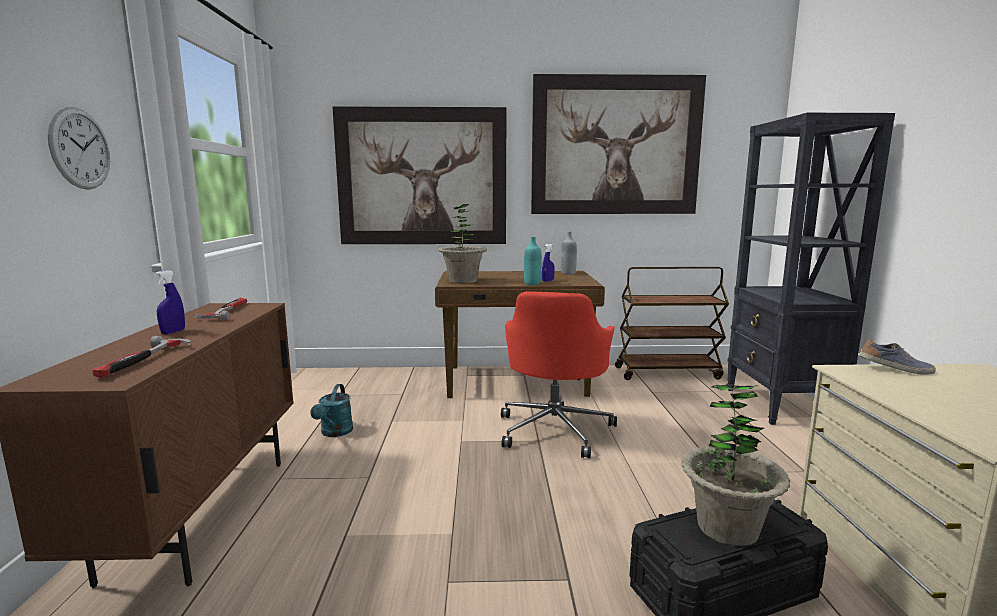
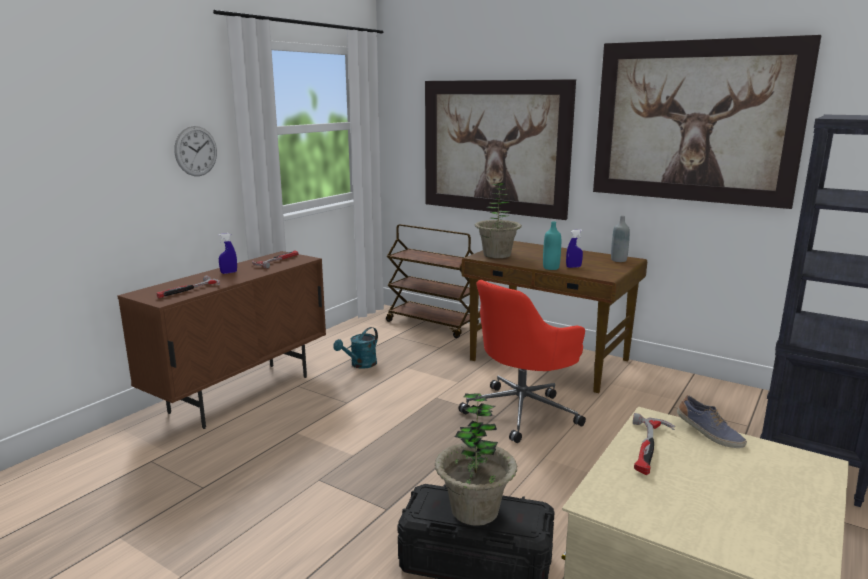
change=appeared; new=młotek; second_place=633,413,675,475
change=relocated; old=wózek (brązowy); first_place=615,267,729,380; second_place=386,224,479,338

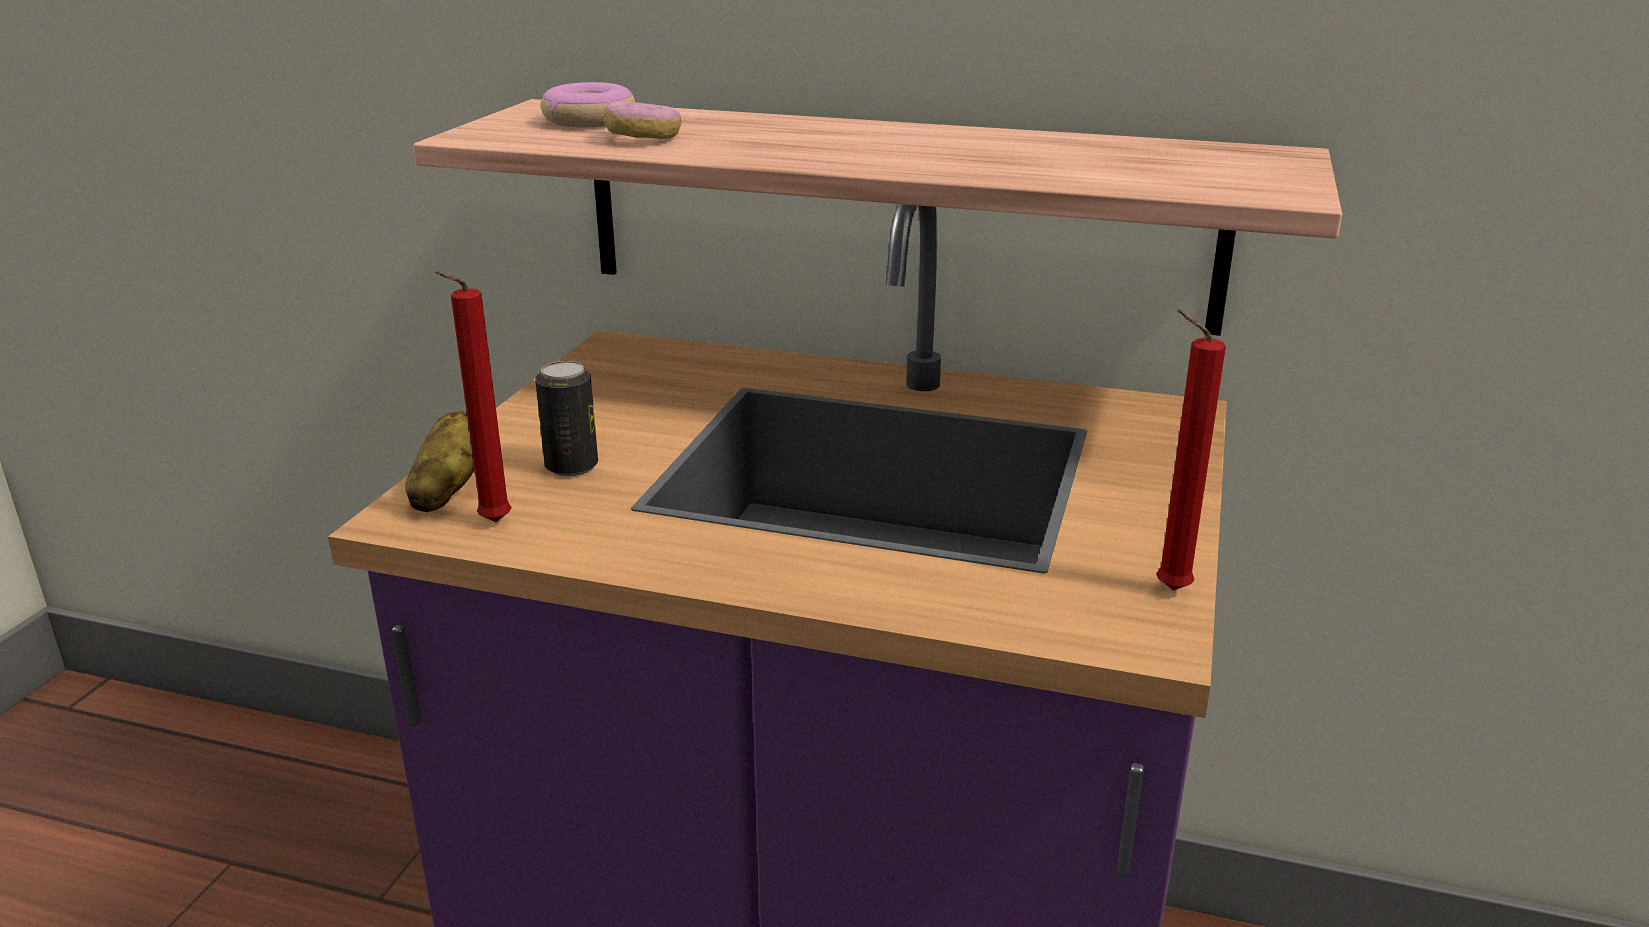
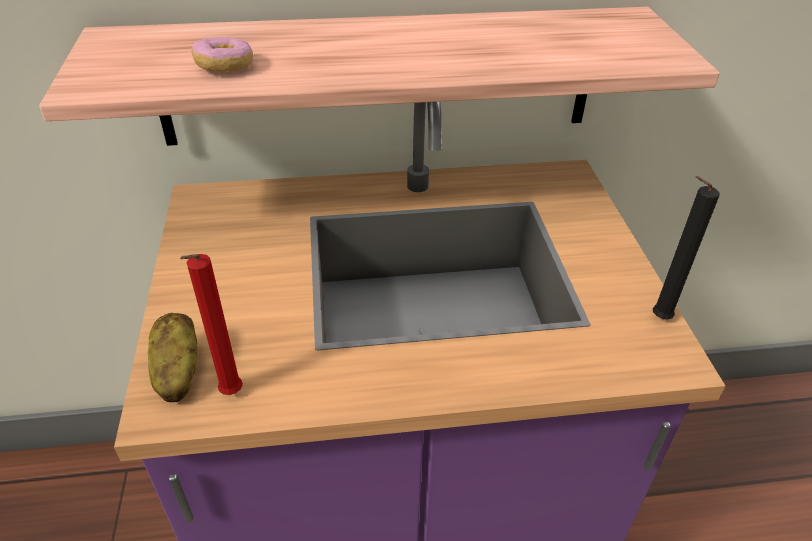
change=missing; old=puszka; first_place=535,361,598,476
change=missing; old=donut; first_place=541,82,635,127
change=colour; old=świeca (czerwony); new=świeca (czarny); first_place=1156,310,1226,591; second_place=653,176,720,320

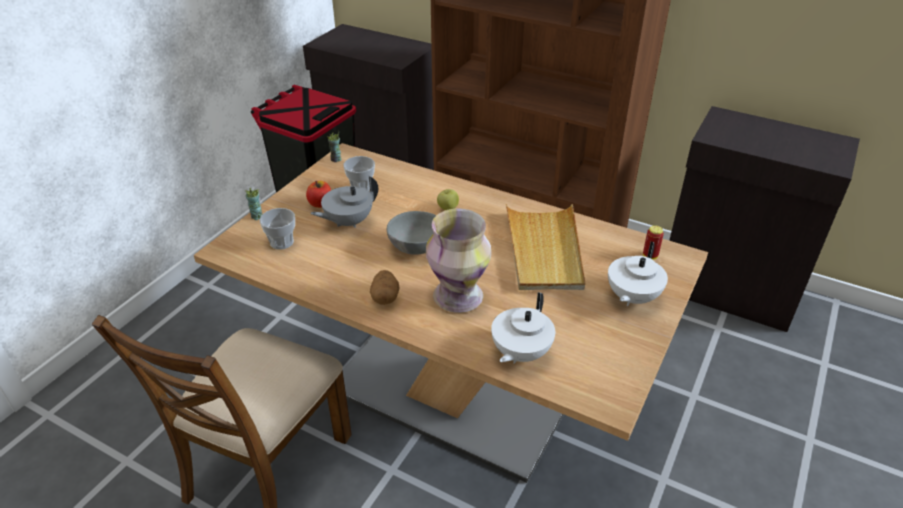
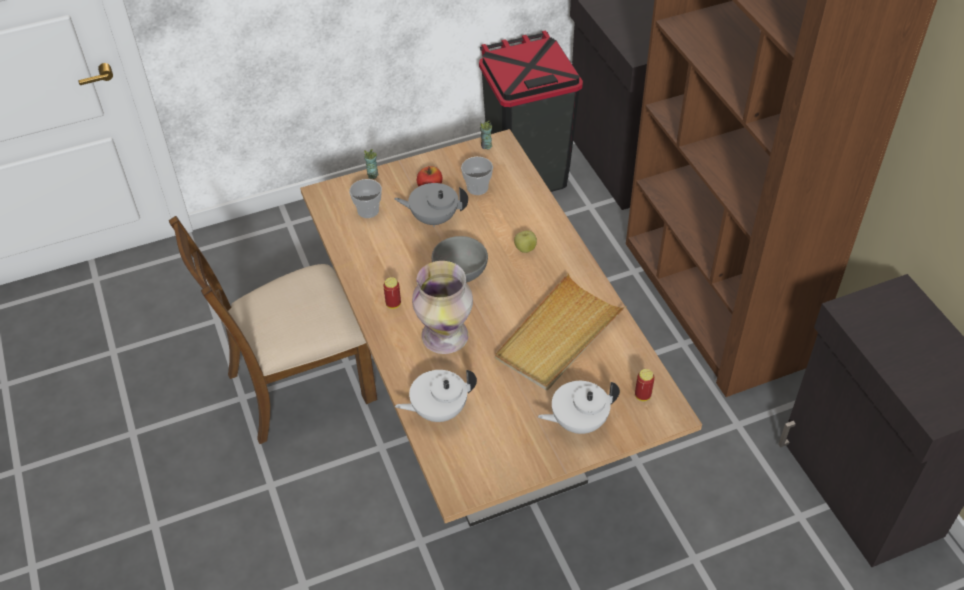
change=exchanged; old=ziemniak; new=puszka; first_place=370,270,400,305; second_place=383,277,401,309

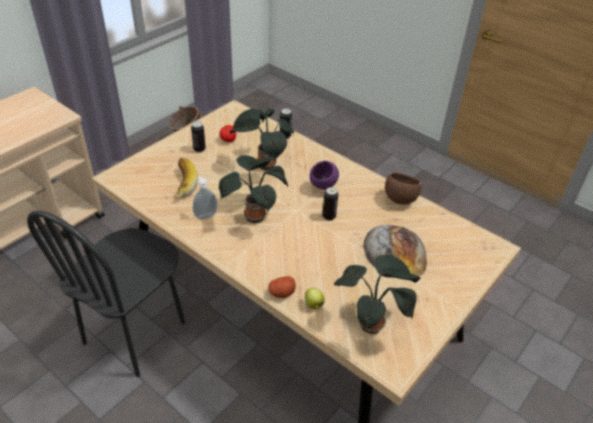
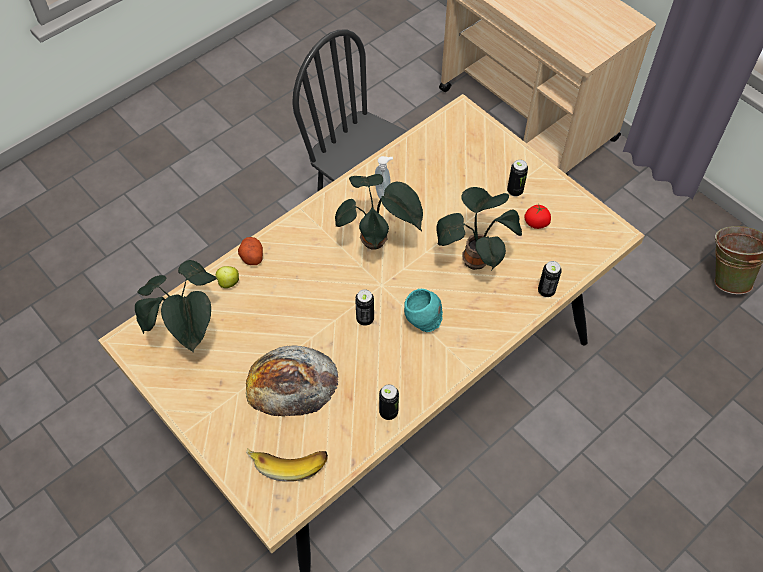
change=relocated; old=banan; first_place=176,158,198,197; second_place=246,448,328,482
change=exchanged; old=miska (brązowy); new=puszka; first_place=385,173,422,205; second_place=379,384,399,420
change=colour; old=miska (fioletowy); new=miska (turkusowy); first_place=310,161,339,190; second_place=404,289,443,332

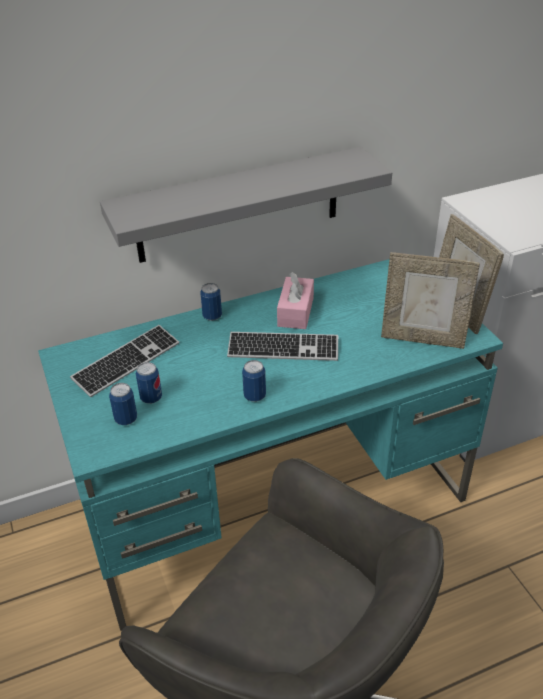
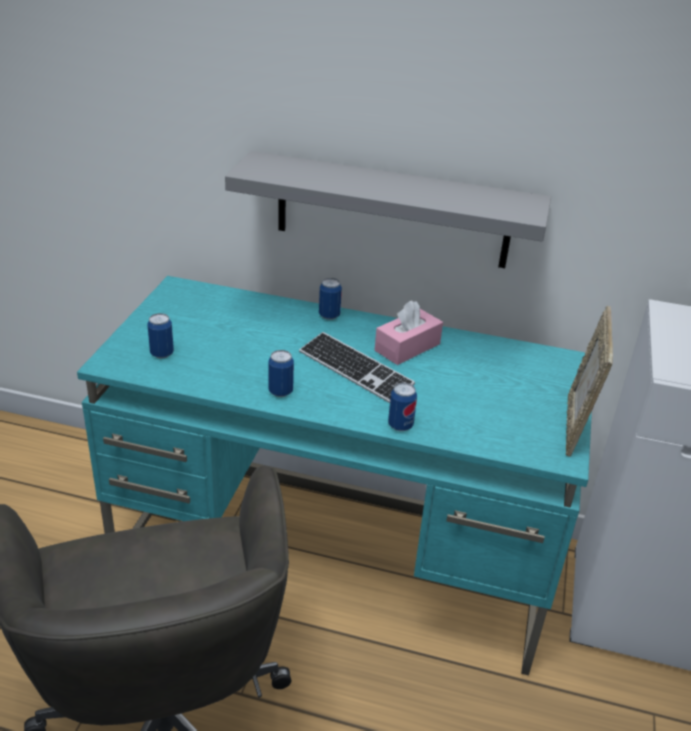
change=missing; old=klawiatura; first_place=70,325,179,397
change=missing; old=ramka na zdjęcie; first_place=381,252,480,349
change=relocated; old=puszka; first_place=136,362,162,404; second_place=388,383,417,431

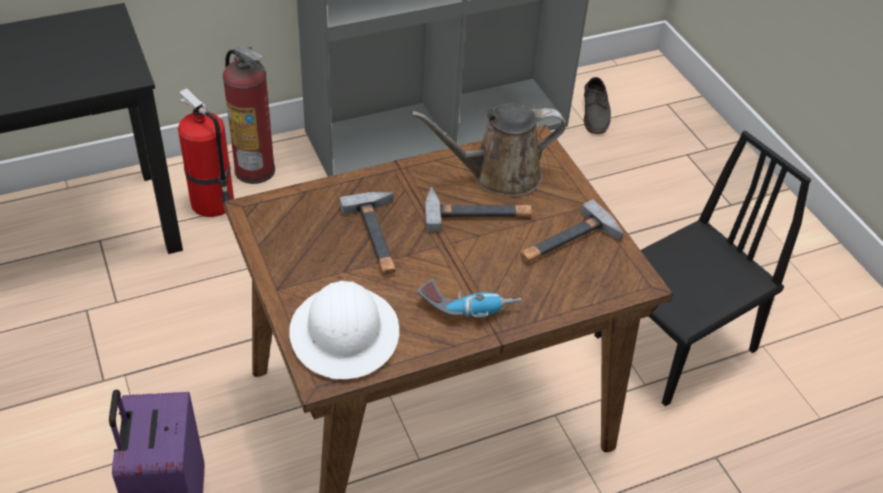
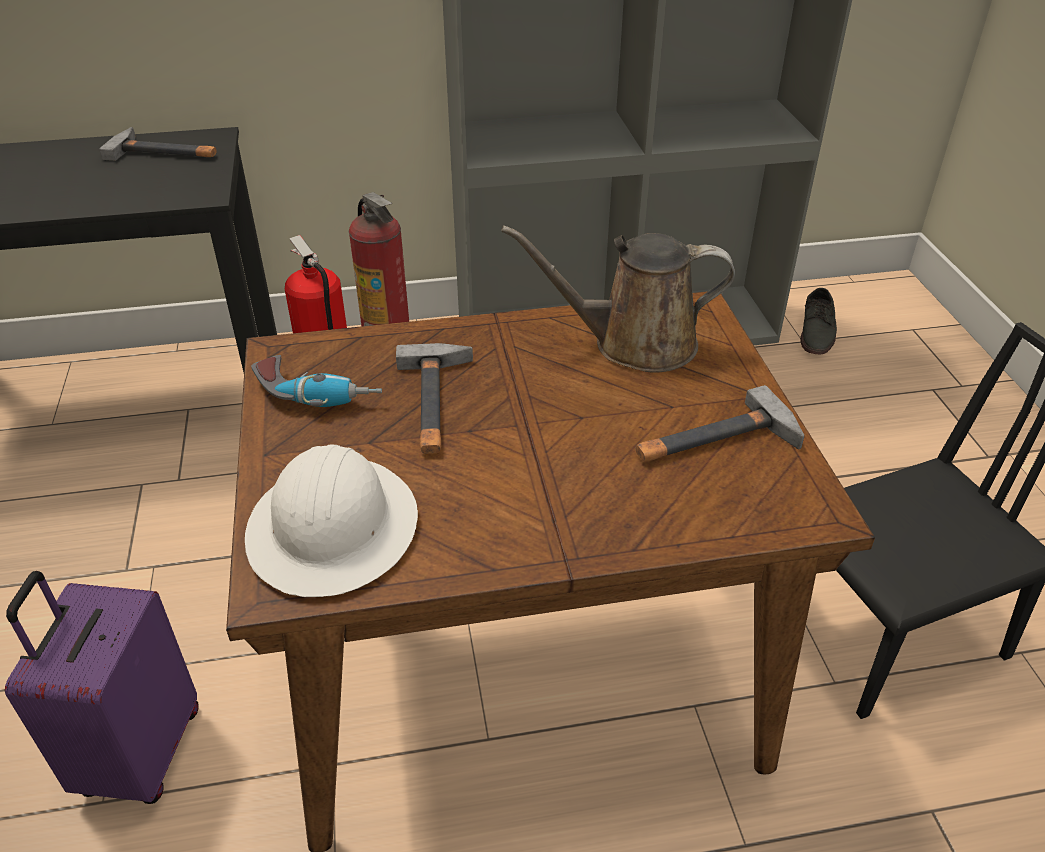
change=relocated; old=wiertarka; first_place=417,279,522,319; second_place=251,355,382,407
change=relocated; old=młotek; first_place=425,187,532,232; second_place=99,127,217,161

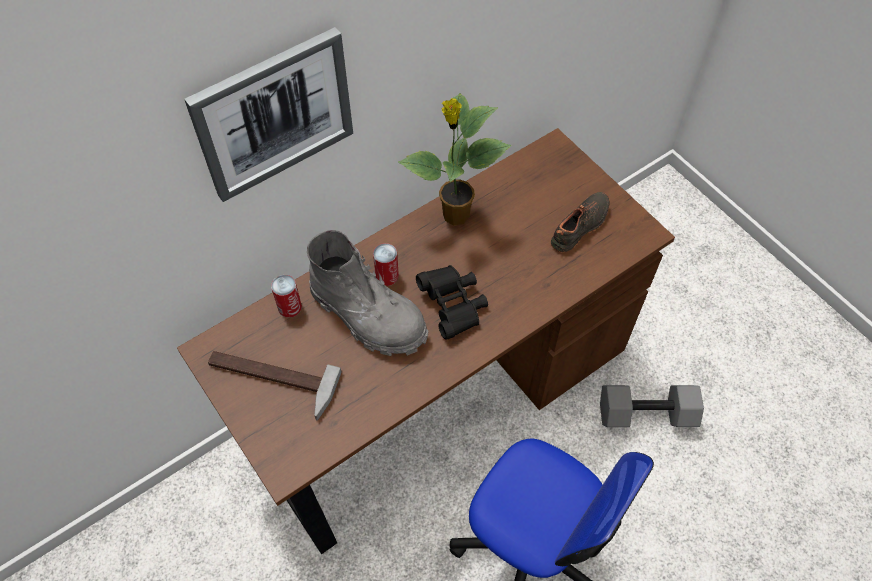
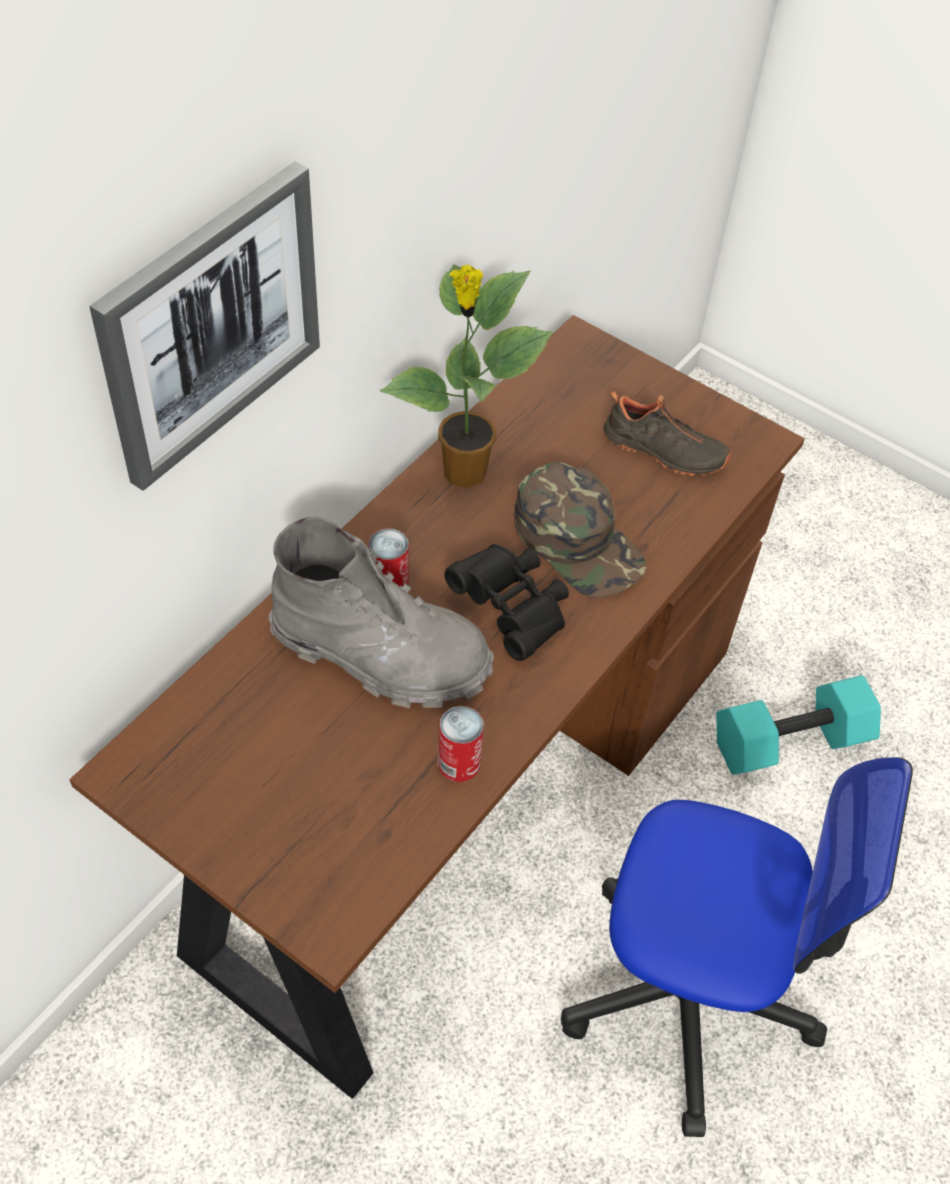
change=missing; old=młotek; first_place=208,351,341,420
change=appeared; new=czapka z daszkiem (zielony); second_place=514,462,647,598
change=relocated; old=puszka; first_place=271,275,302,318; second_place=438,706,484,782
change=colour; old=hantel (szary); new=hantel (turkusowy); first_place=600,385,704,427; second_place=716,675,881,775
change=spun; old=but (czarny); first_place=551,192,609,252; second_place=604,391,731,476; degrees=90

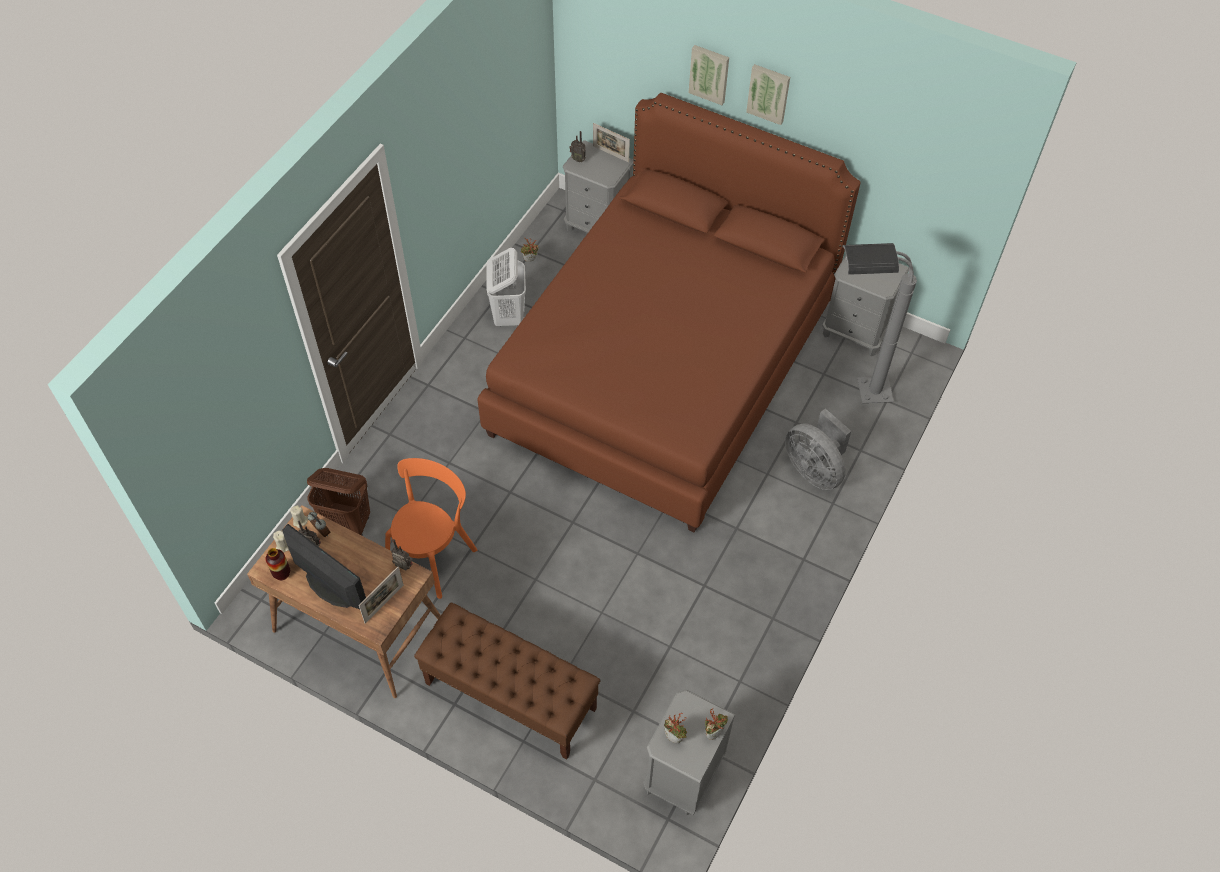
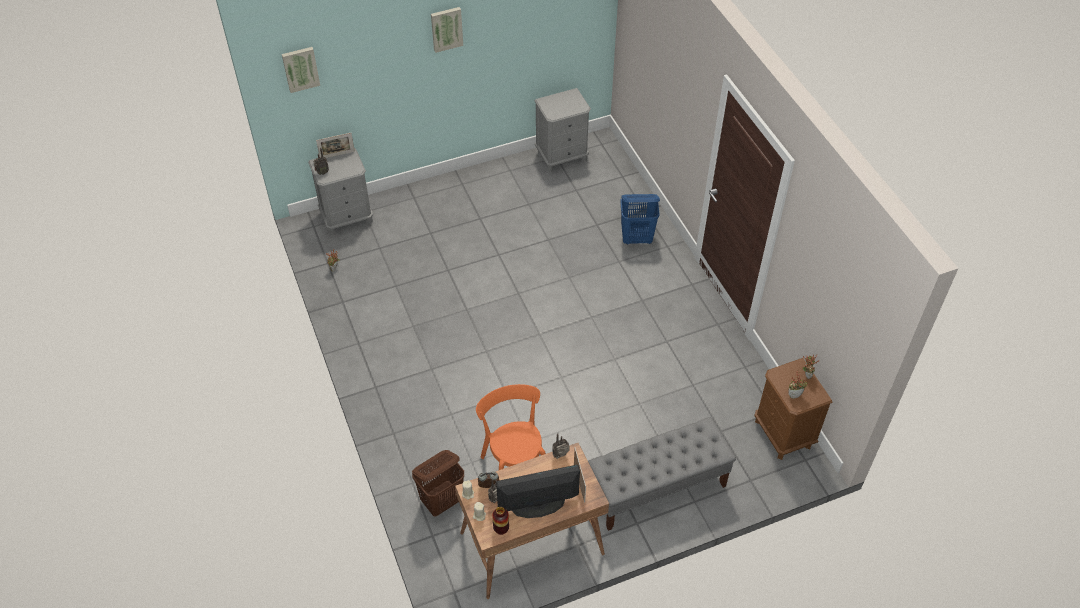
change=missing; old=łóżko (brązowy); first_place=477,93,861,533
change=missing; old=kosz na pranie (biały); first_place=486,248,526,326
change=missing; old=lampa stojąca (szary); first_place=842,243,917,403
change=relocated; old=obraz; first_place=689,45,729,105; second_place=282,47,320,93
change=exchanged; old=wentylator (szary); new=kosz na pranie (niebieski); first_place=785,408,851,490; second_place=620,194,660,245
change=colour; old=ławka (brązowy); new=ławka (szary); first_place=414,602,601,760; second_place=588,417,736,531
change=colour; old=szafka nocna (szary); new=szafka nocna (brązowy); first_place=643,690,735,815; second_place=754,358,832,460

